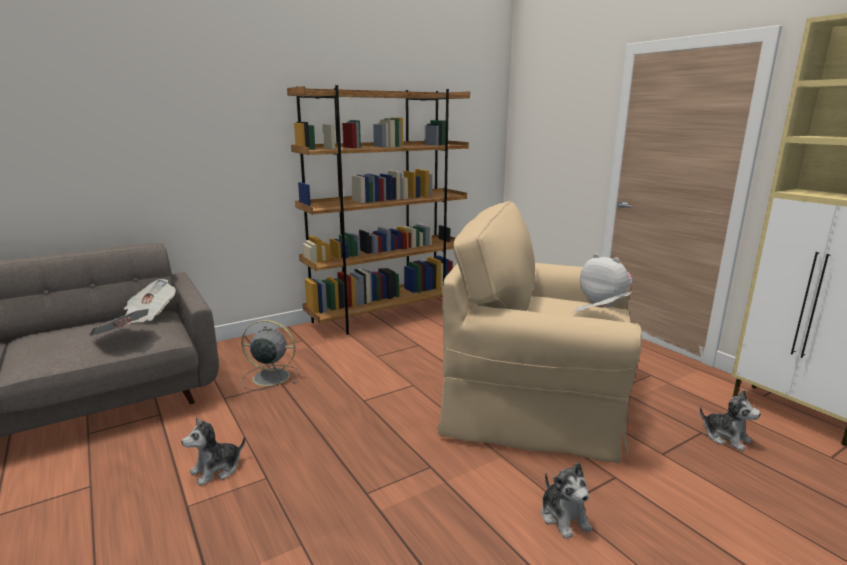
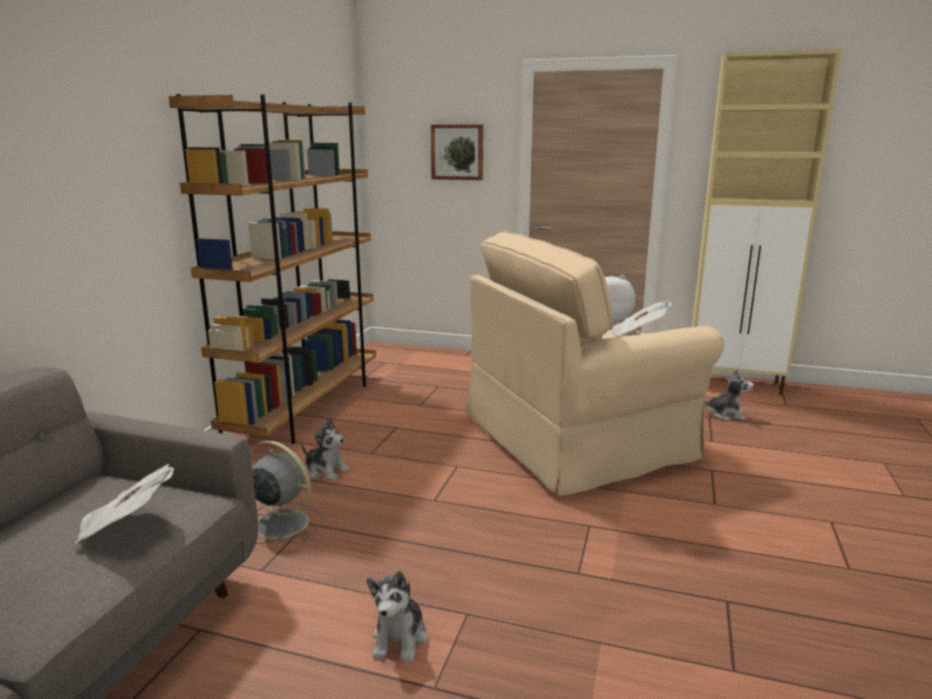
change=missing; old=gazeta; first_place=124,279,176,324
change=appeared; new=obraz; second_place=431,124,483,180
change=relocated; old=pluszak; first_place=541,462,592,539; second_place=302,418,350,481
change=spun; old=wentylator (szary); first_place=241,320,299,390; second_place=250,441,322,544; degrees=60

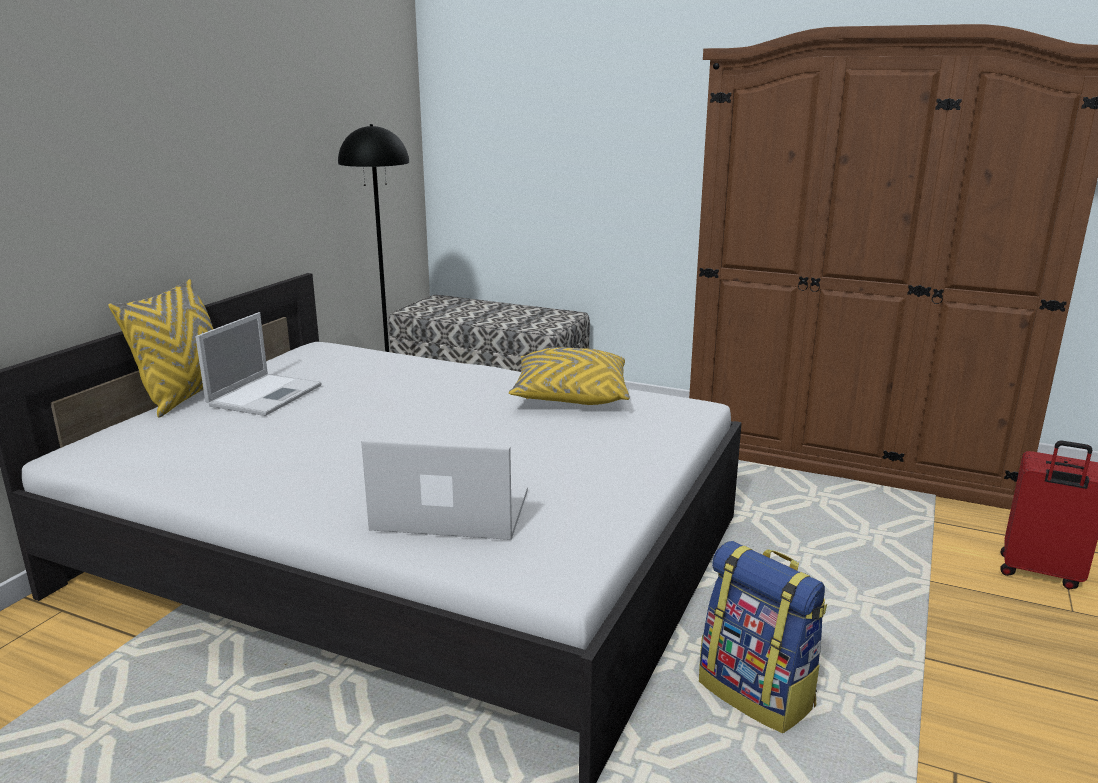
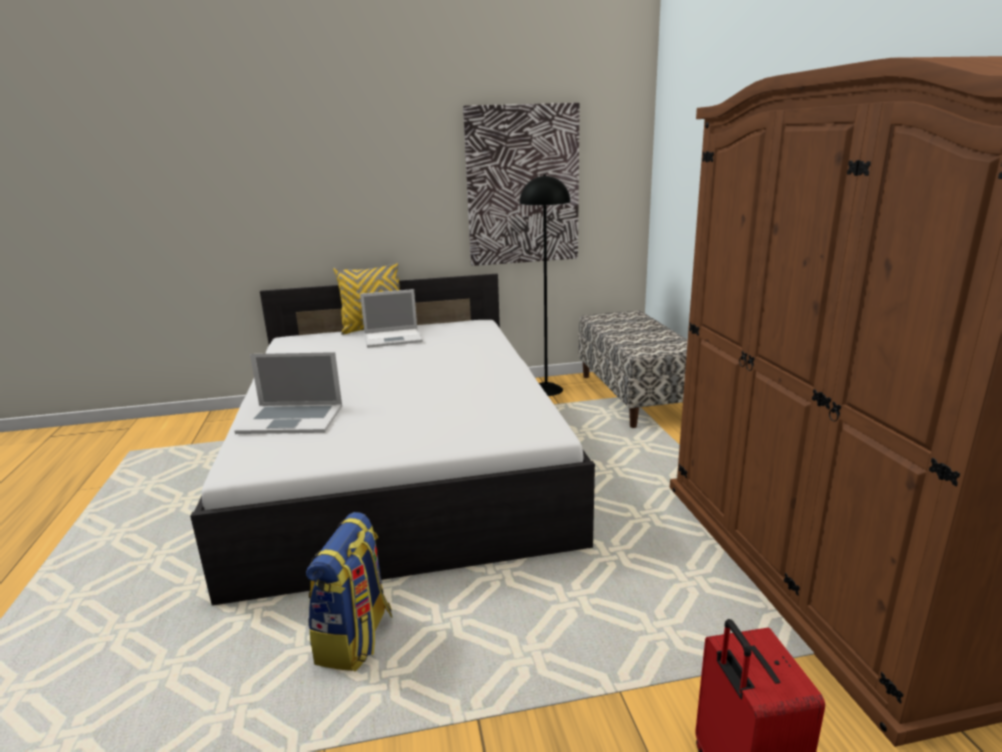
change=missing; old=poduszka (żółty); first_place=509,348,630,405
change=appeared; new=obraz; second_place=463,103,580,266
change=spun; old=laptop; first_place=361,438,528,540; second_place=234,352,342,434; degrees=120

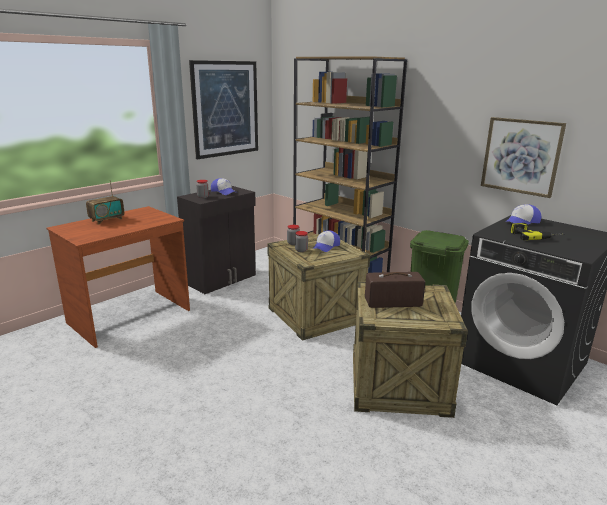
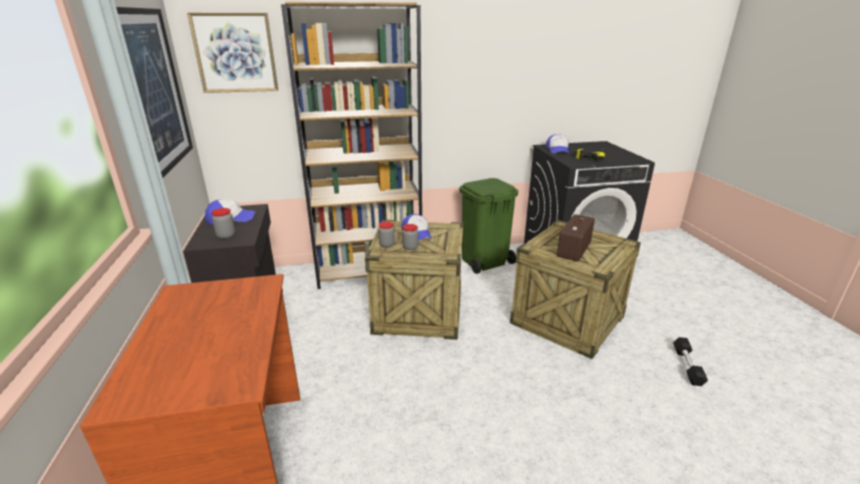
change=missing; old=radio; first_place=86,180,124,225
change=appeared; new=hantel (czarny); second_place=673,337,708,386
change=relocated; old=obraz; first_place=481,117,566,198; second_place=187,13,278,93

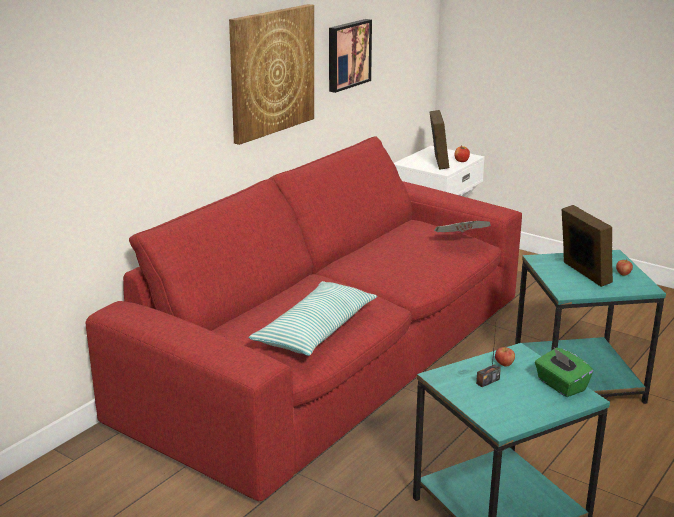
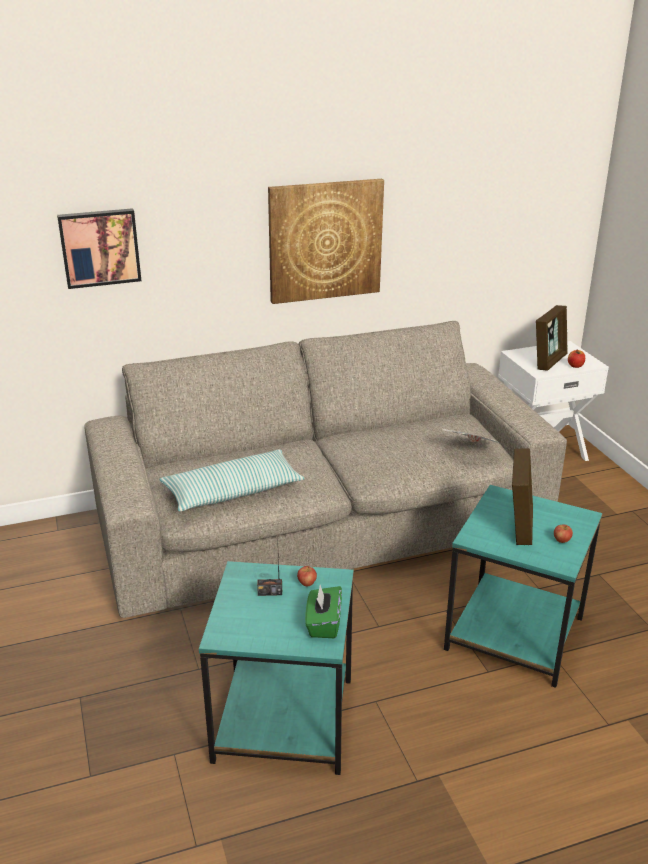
change=relocated; old=obraz; first_place=329,19,372,93; second_place=57,208,141,289
change=colour; old=kanapa (czerwony); new=kanapa (beżowy); first_place=86,136,522,501; second_place=84,321,567,618

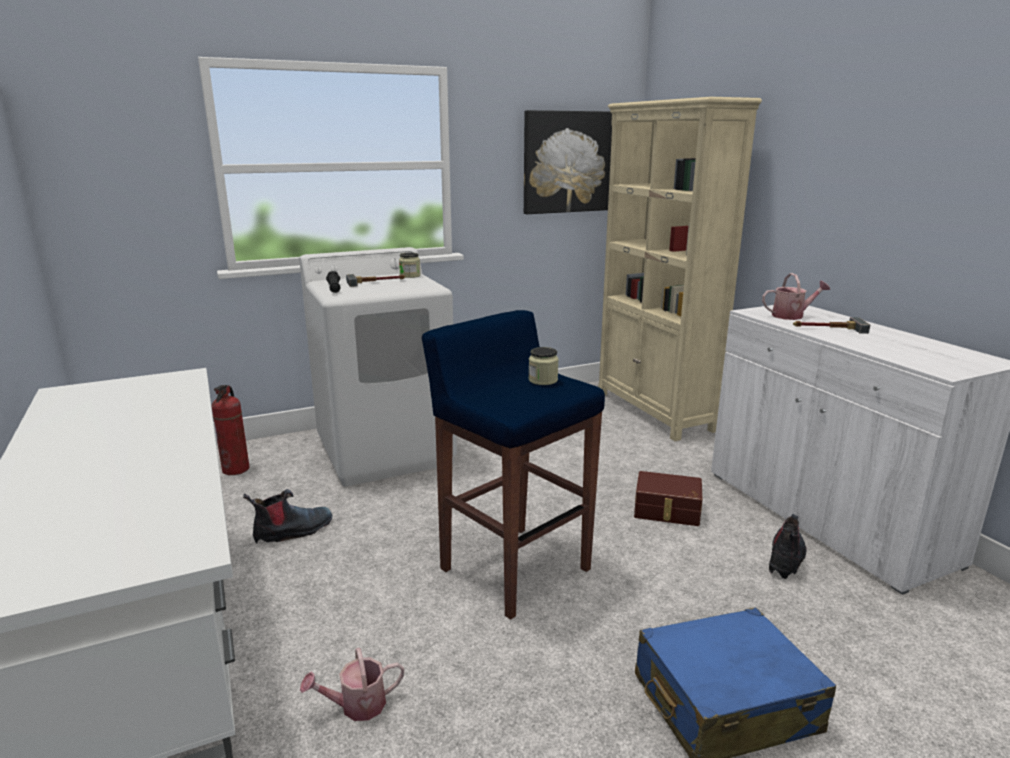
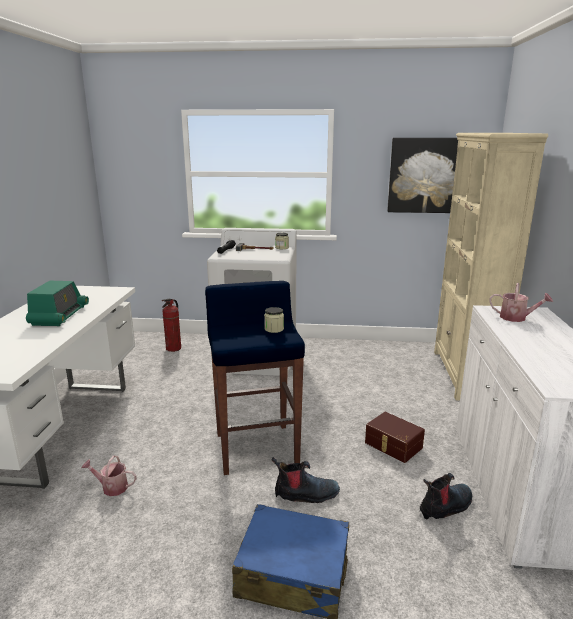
change=missing; old=młotek; first_place=793,317,870,334
change=appeared; new=radio; second_place=26,281,89,326
change=relocated; old=but z cholewką; first_place=243,489,332,543; second_place=272,457,340,503

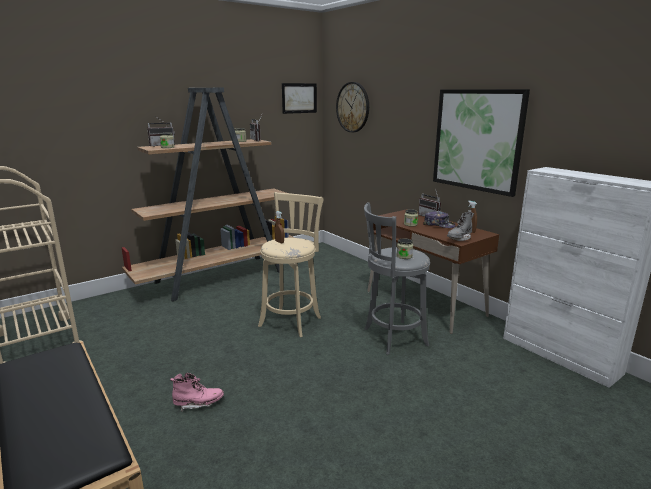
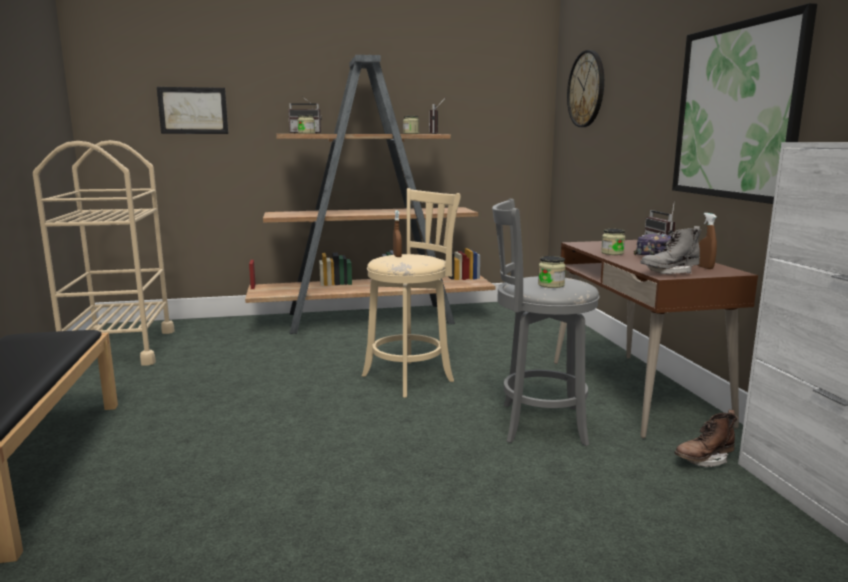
change=missing; old=but z cholewką (różowy); first_place=170,373,224,412
change=appeared; new=but z cholewką (brązowy); second_place=674,410,738,467
change=relocated; old=obraz; first_place=282,83,317,114; second_place=157,87,228,134

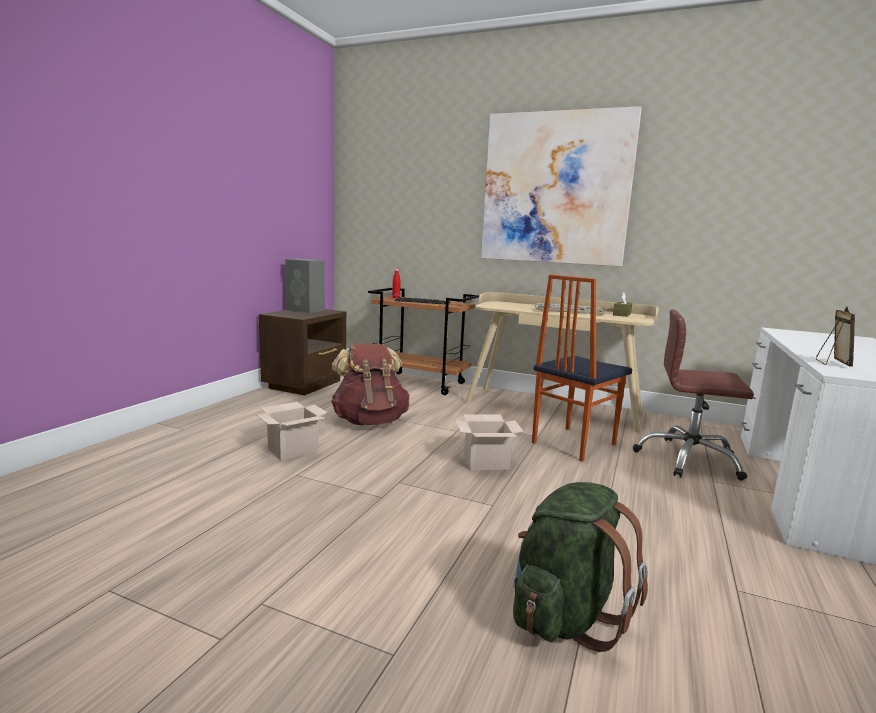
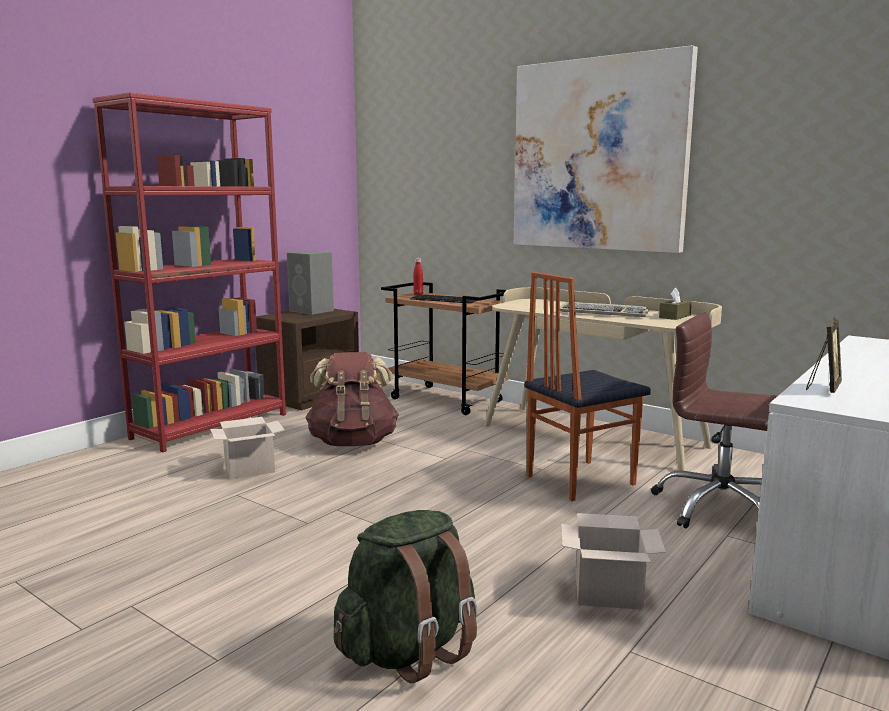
change=appeared; new=regał (czerwony); second_place=92,92,286,452
change=relocated; old=karton; first_place=455,414,524,470; second_place=561,513,666,610

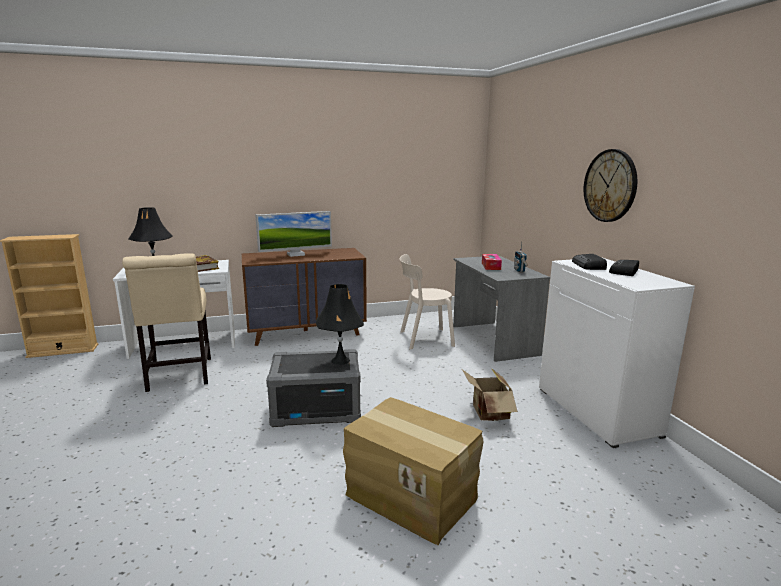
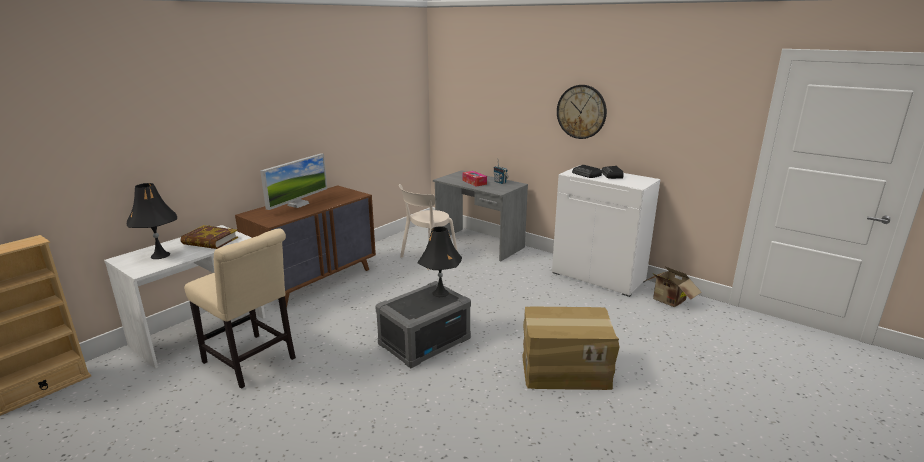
change=relocated; old=karton; first_place=462,368,518,421; second_place=643,267,702,307

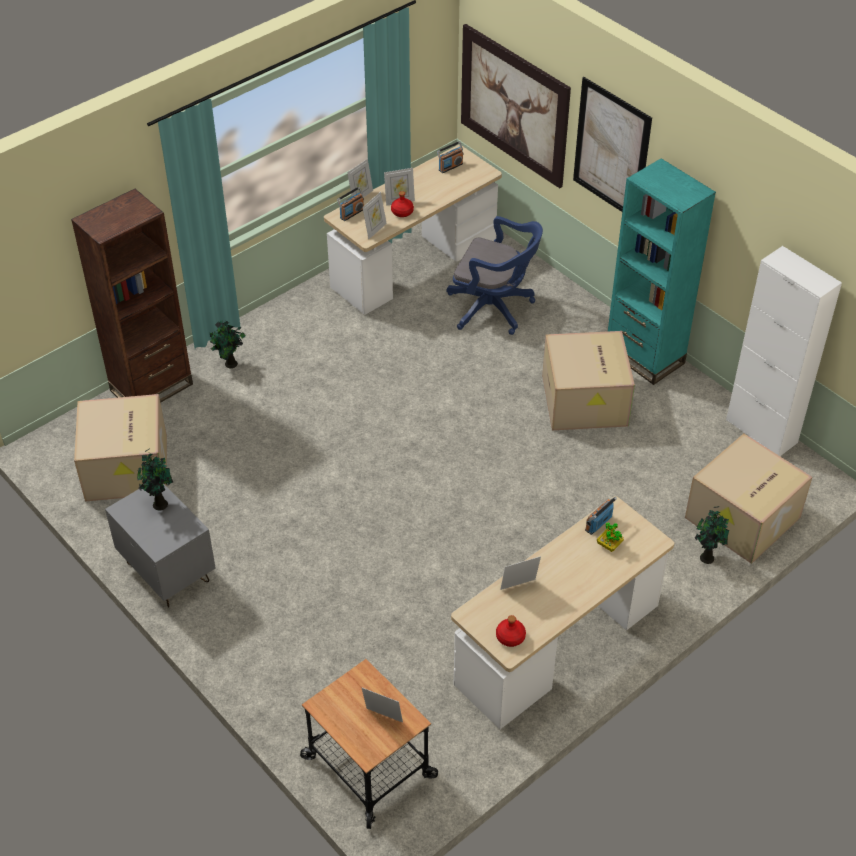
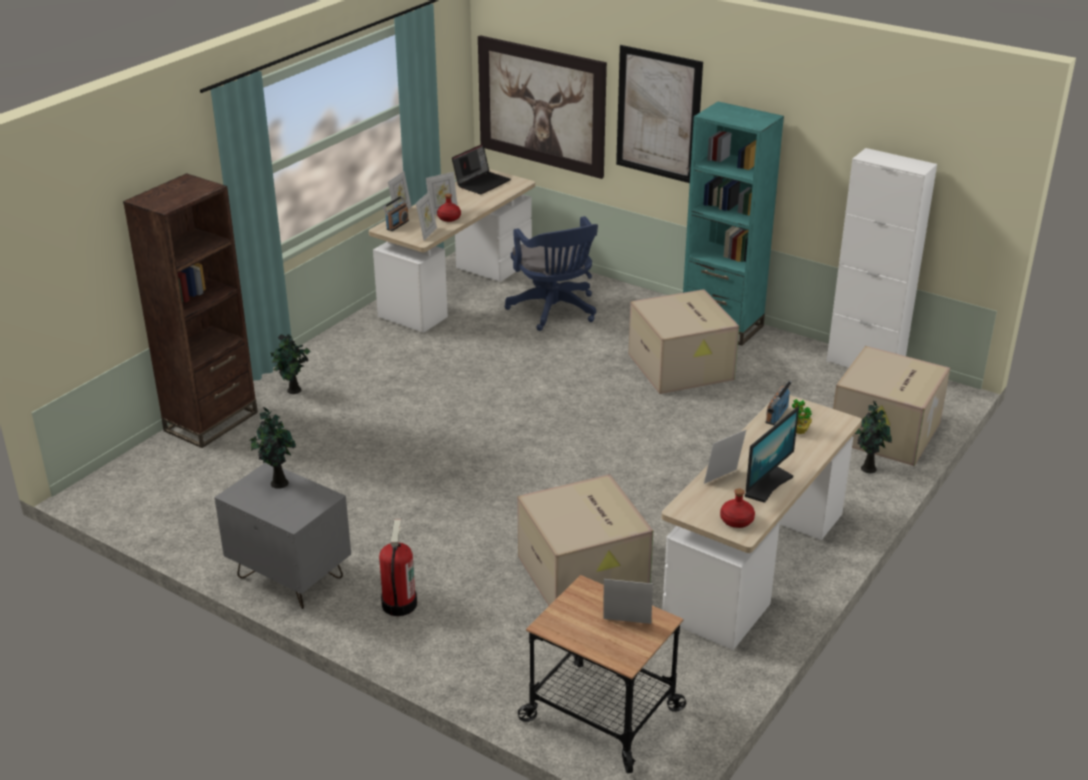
change=appeared; new=gaśnica; second_place=379,519,417,616
change=appeared; new=monitor; second_place=745,407,799,503
change=relocated; old=karton; first_place=74,394,167,502; second_place=517,474,653,606
change=exchanged; old=radio; new=laptop; first_place=437,141,463,173; second_place=452,144,511,194
change=spun; old=krzesło biurowe (niebieski); first_place=446,216,543,335; second_place=505,216,598,331; degrees=60

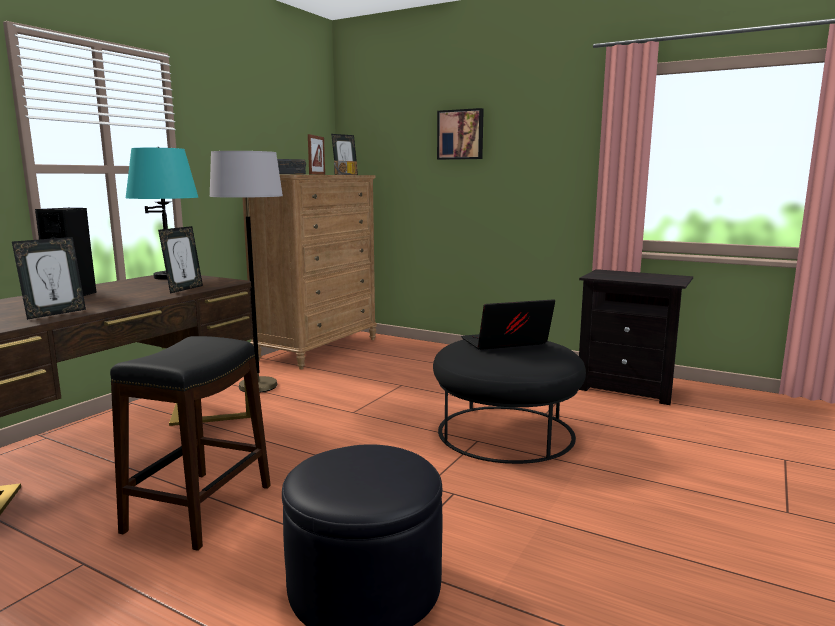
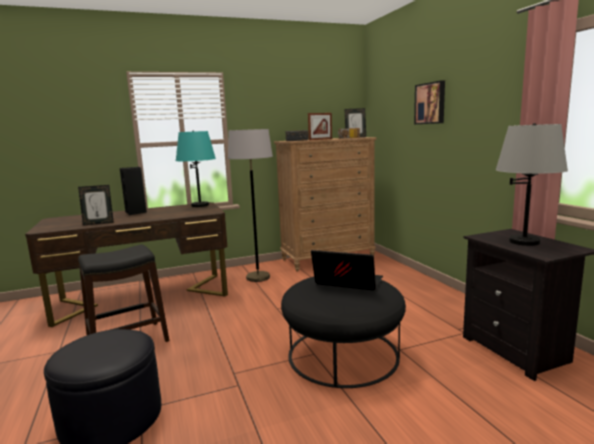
change=missing; old=ramka na zdjęcie; first_place=158,226,203,294
change=appeared; new=lampa stołowa (szary); second_place=496,123,568,246

